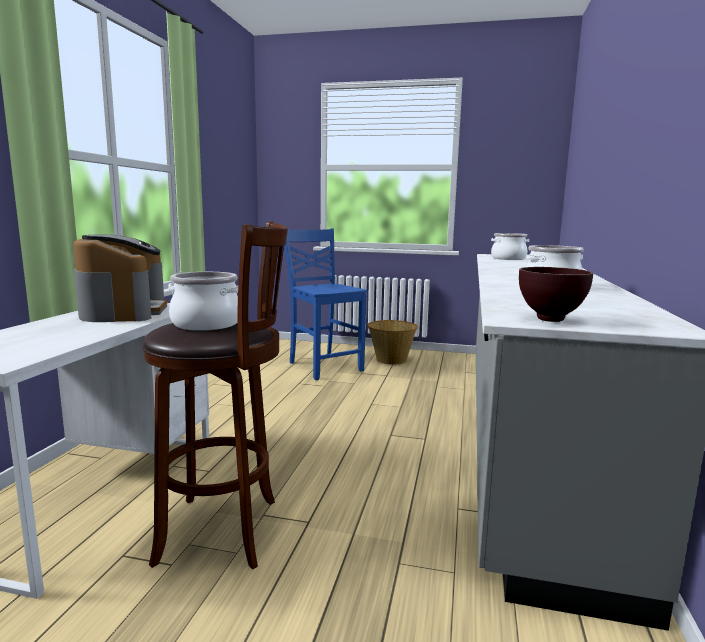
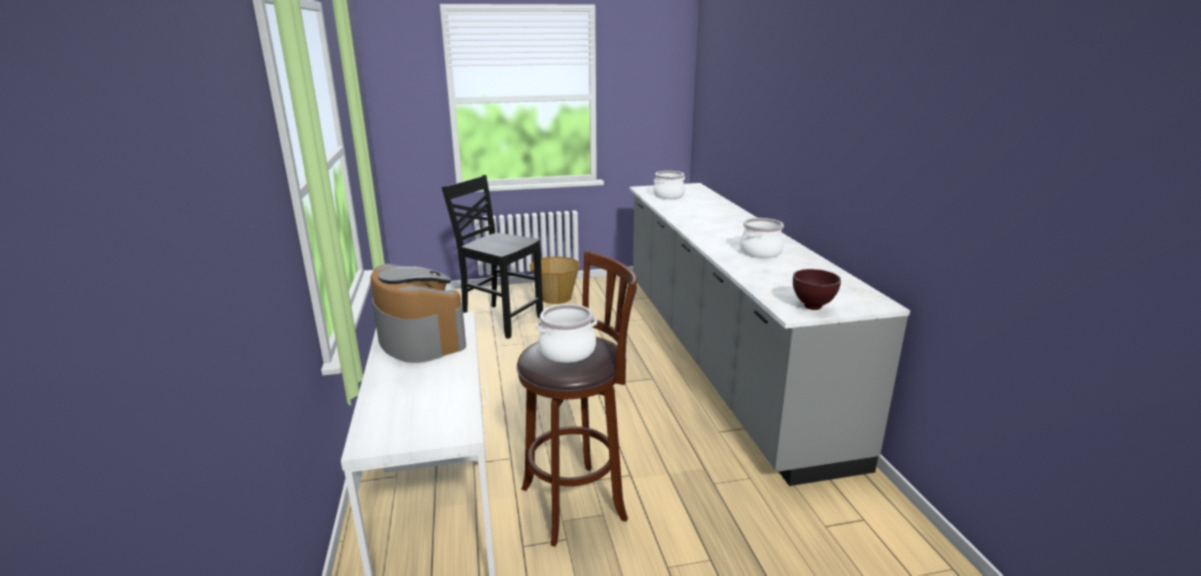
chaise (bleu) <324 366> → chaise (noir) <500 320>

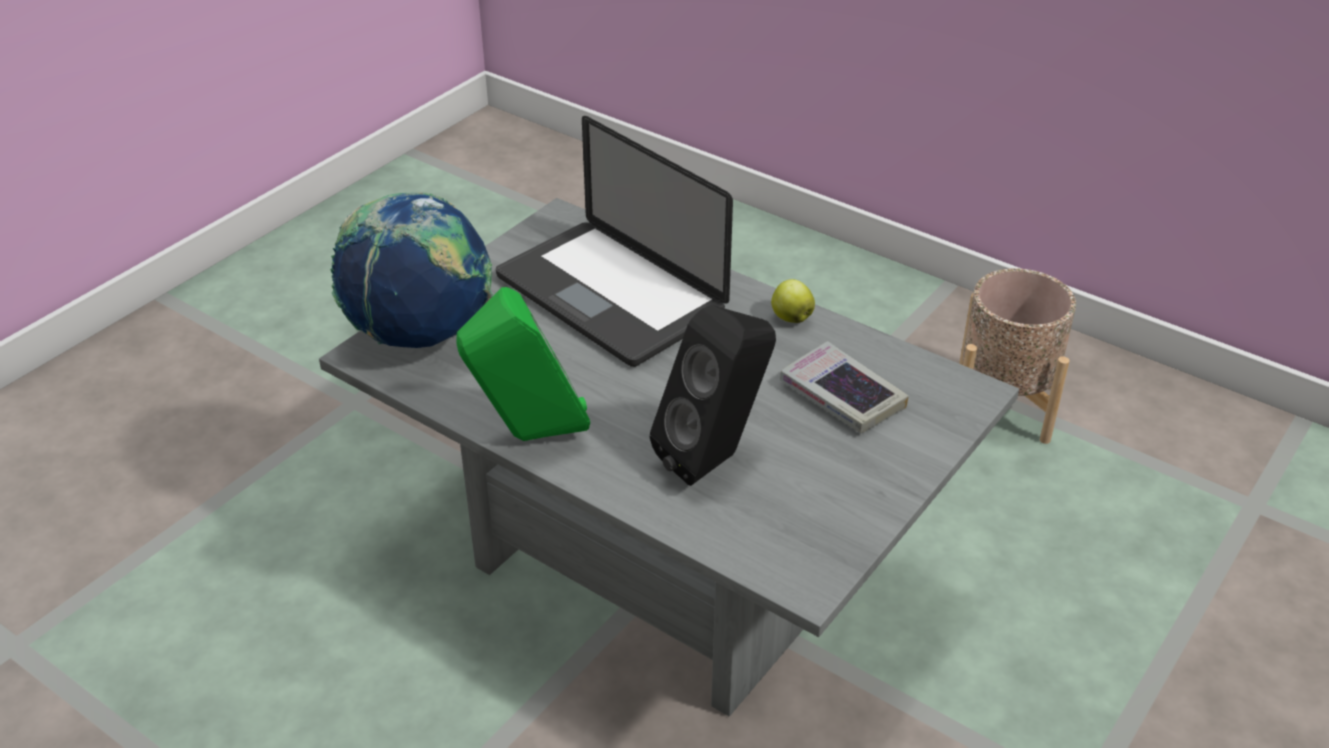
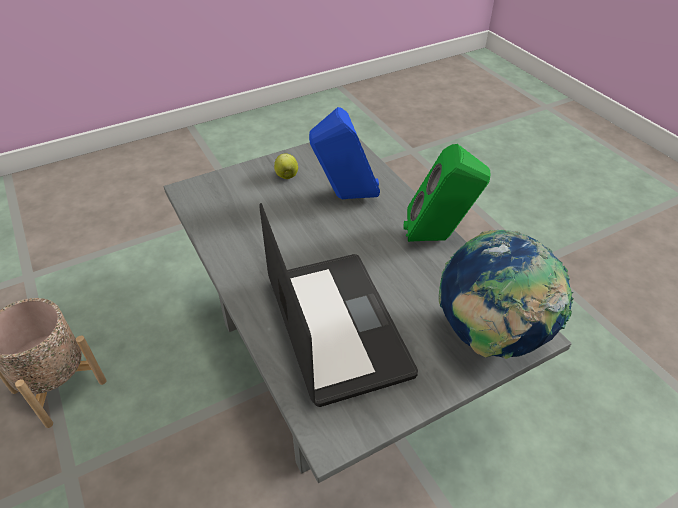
livre <842 396> → -
pomme <791 317> → pomme <286 176>, shifted
enceinte (noir) <715 458> → enceinte (bleu) <344 197>

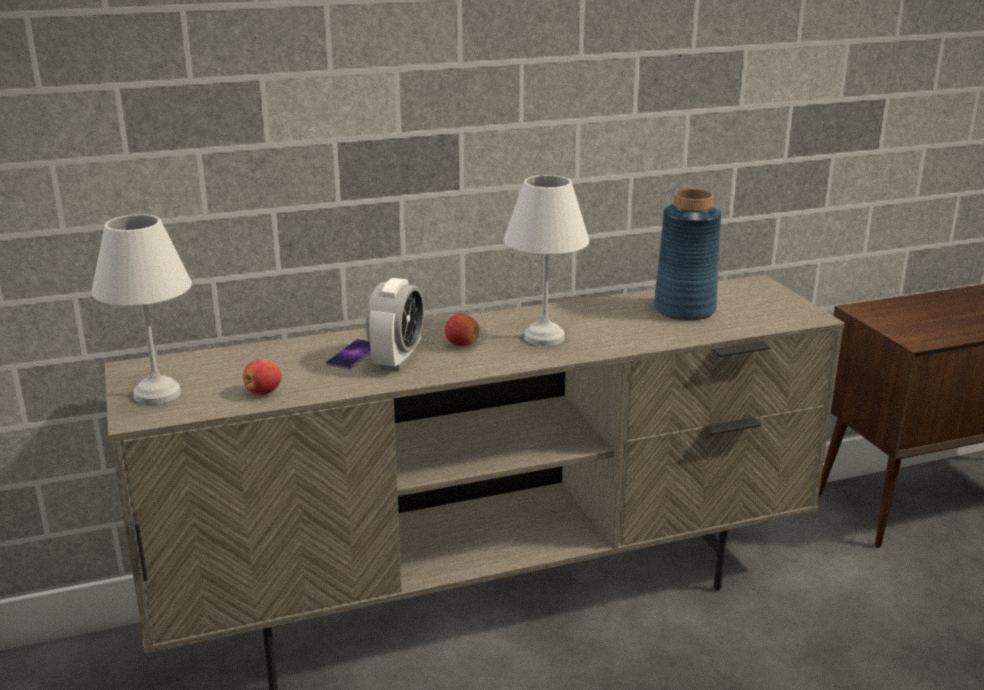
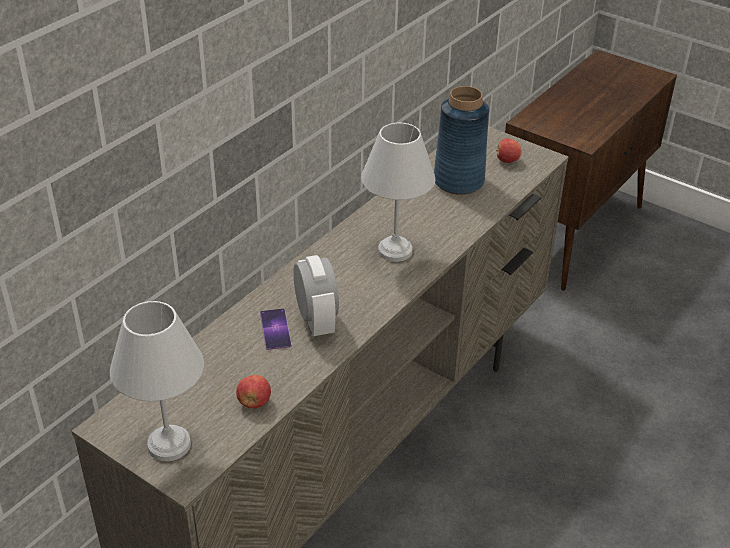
pomme <462 344> → pomme <507 160>, shifted

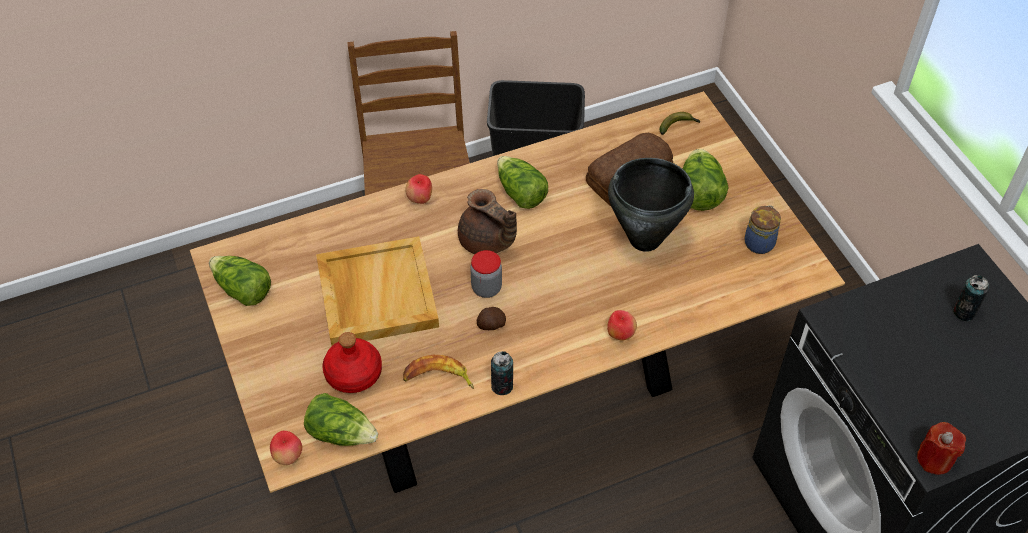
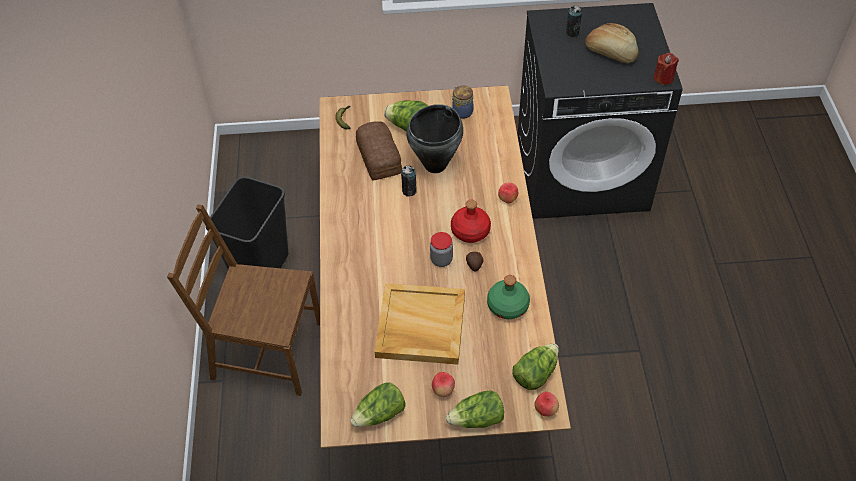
théière (marron) <486 242> → -
- → pain <610 53>
bouteille (rouge) <353 373> → bouteille (rouge) <470 231>, shifted
pomme <420 199> → pomme <443 391>, shifted
boîte métallique <502 386> → boîte métallique <409 191>, shifted
laitue <520 193> → laitue <477 419>, shifted
banane <438 378> → bouteille (vert) <508 306>

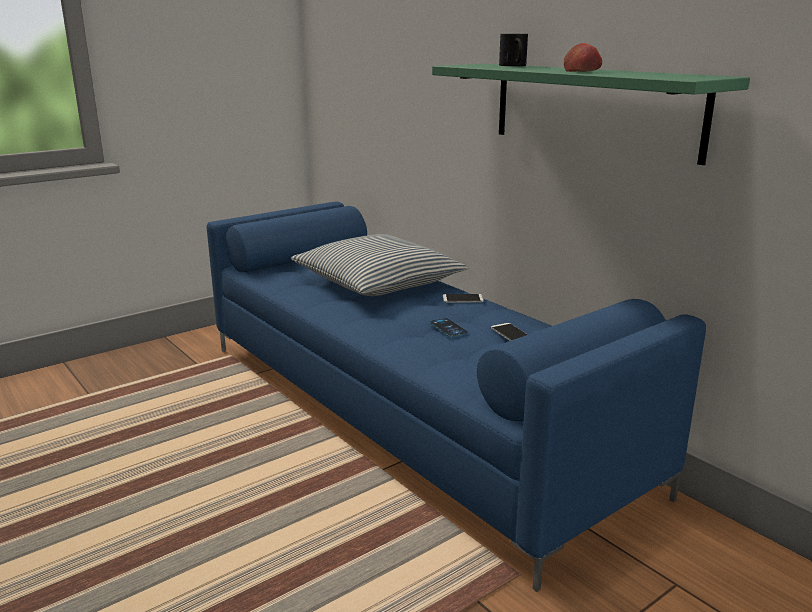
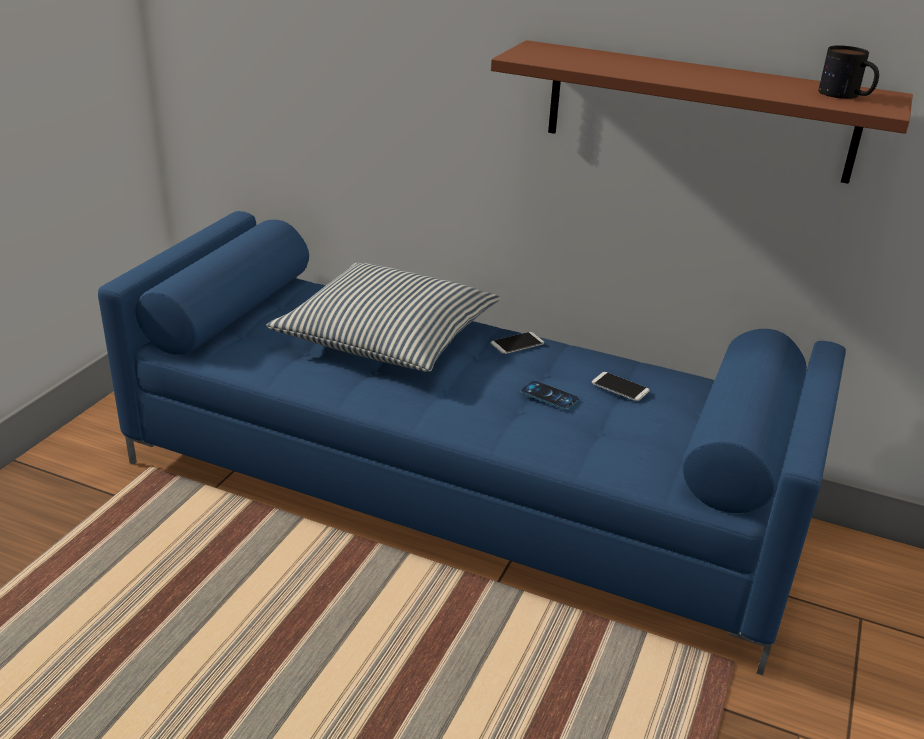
pomme <582 71> → -
mug <514 65> → mug <846 95>, shifted
étagère (vert) <593 109> → étagère (marron) <699 111>

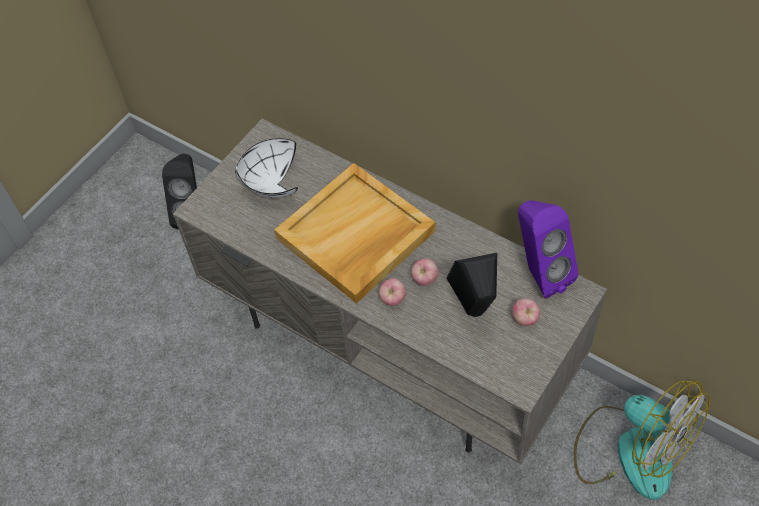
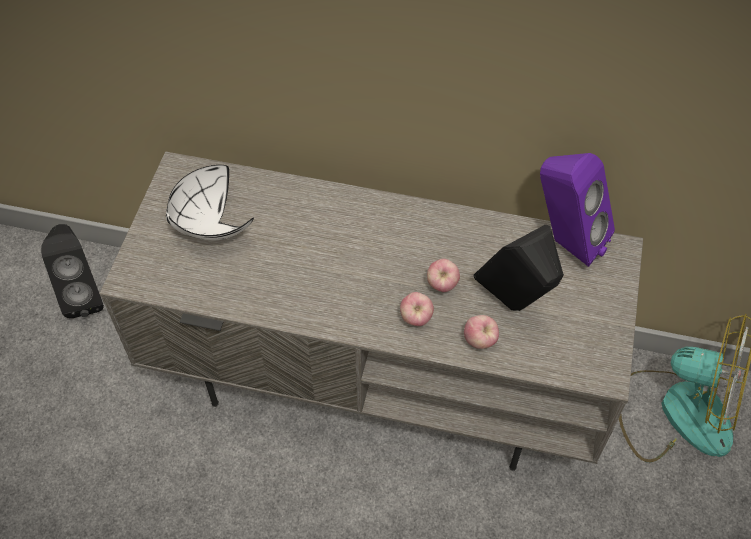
plateau (beige) <355 236> → -
pomme <524 319> → pomme <479 340>, shifted

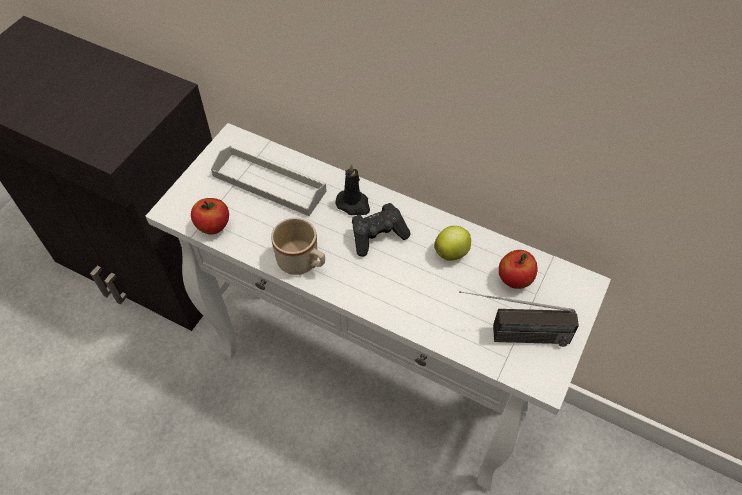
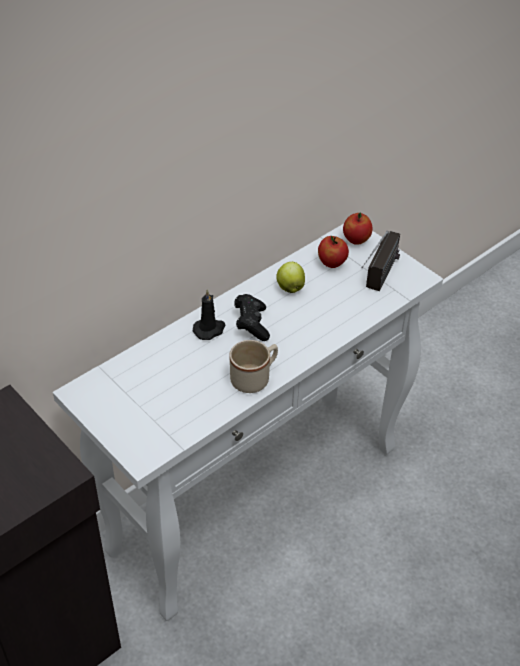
plateau (gris) <269 183> → -
pomme <213 226> → pomme <356 240>, shifted

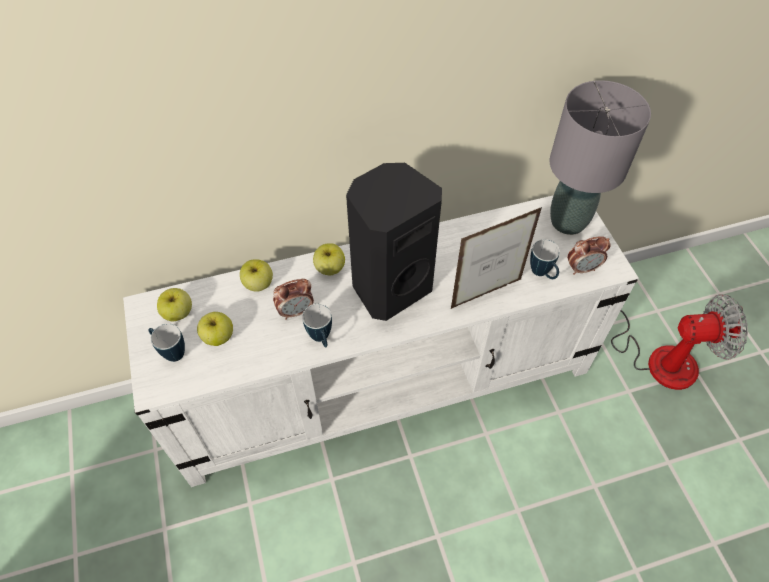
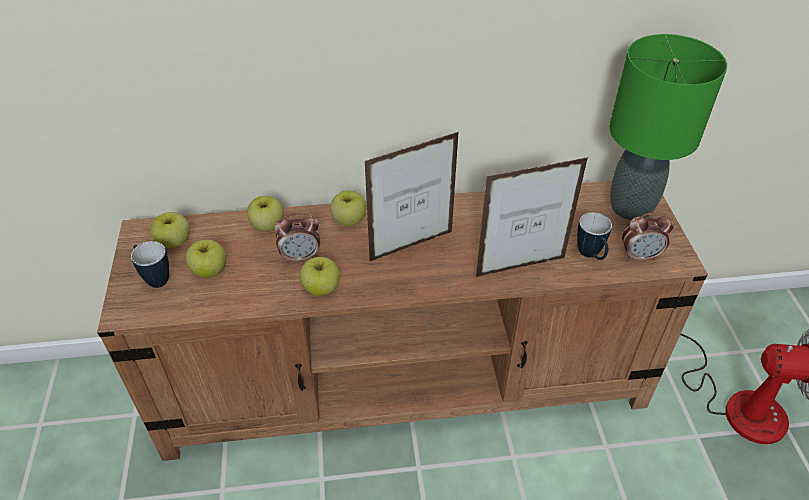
mug <321 339> → pomme <321 288>
enceinte (noir) <390 286> → cadre photo <411 246>
meuble télé (blanc) <385 381> → meuble télé (marron) <406 381>
lampe de table (gris) <567 221> → lampe de table (vert) <630 207>

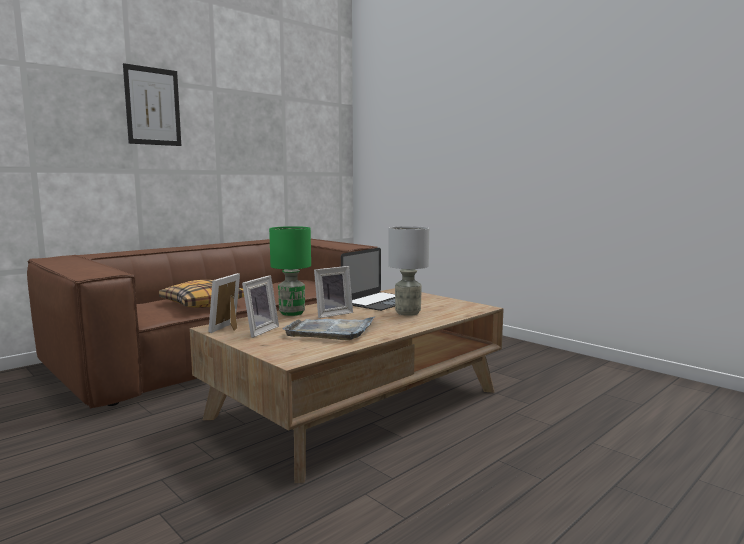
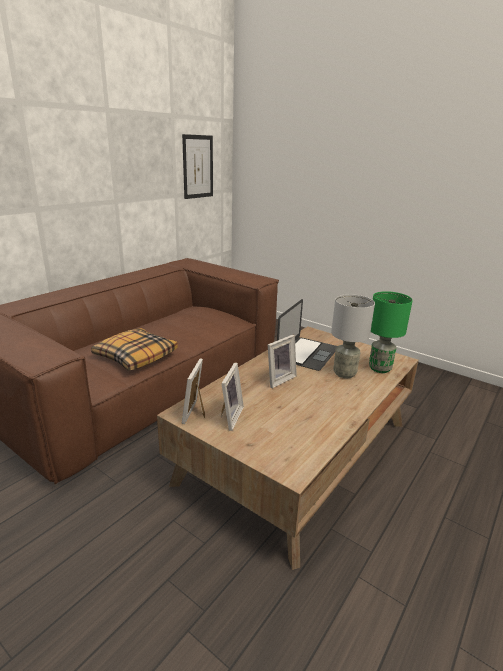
plateau (gris) <331 331> → -
tableau <153 106> → tableau <198 167>, shifted
lampe de table (vert) <292 313> → lampe de table (vert) <379 368>, shifted

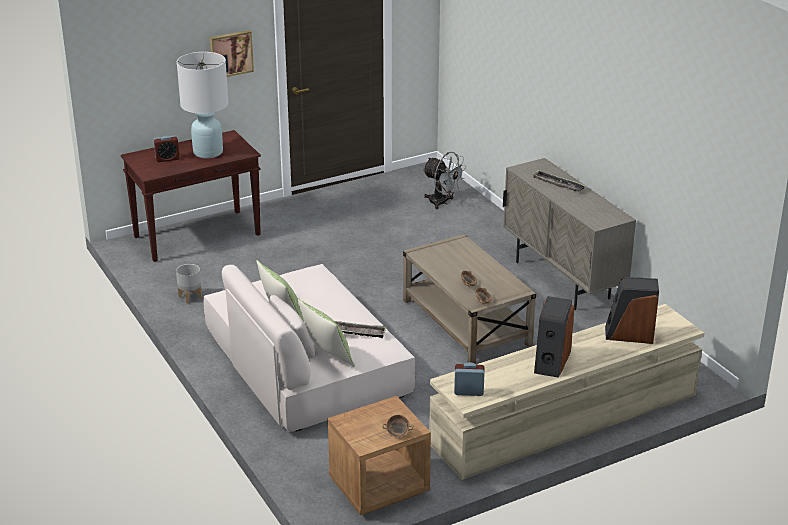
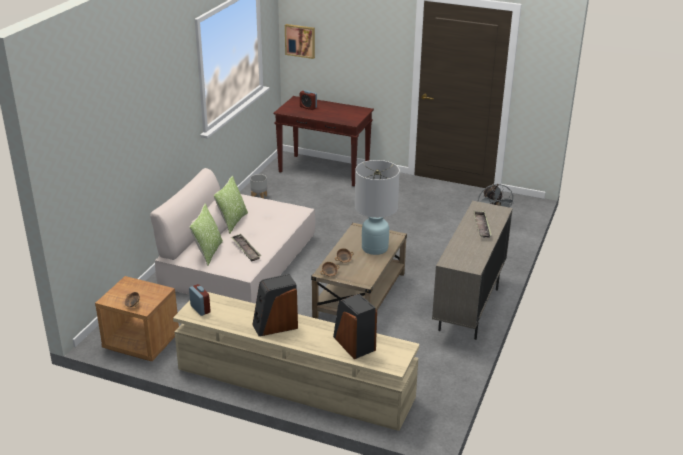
lampe de table (blanc) <208 152> → lampe de table (blanc) <374 248>, shifted
tableau <231 53> → tableau <300 40>, shifted

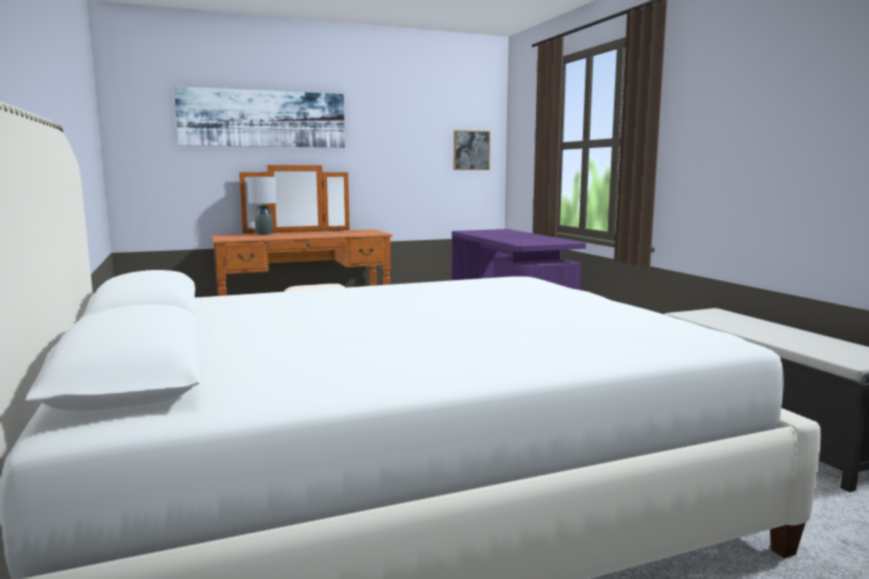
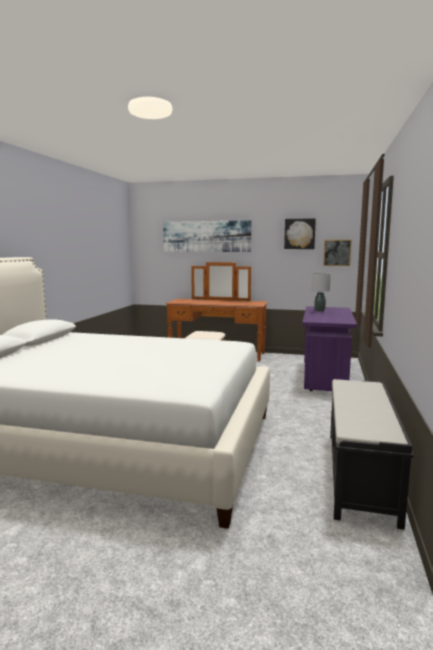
- → tableau <299 234>
lampe de table (gris) <264 234> → lampe de table (gris) <319 311>, shifted

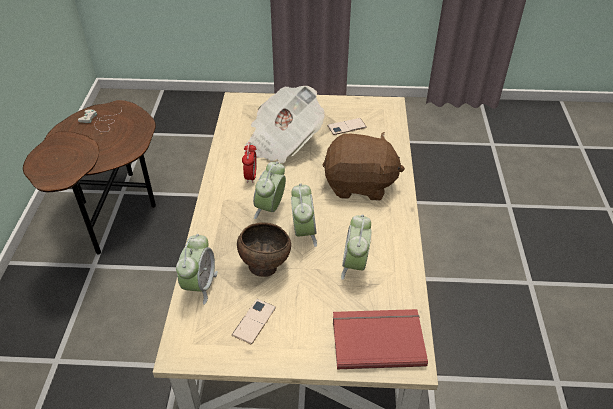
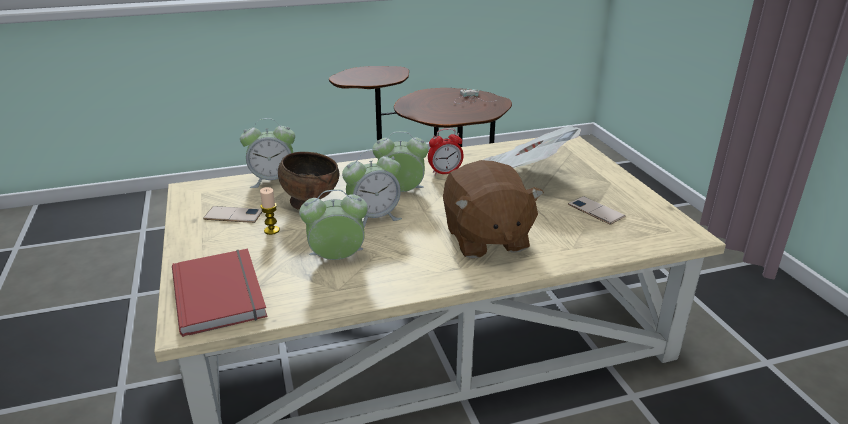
- → bougie <271 230>

